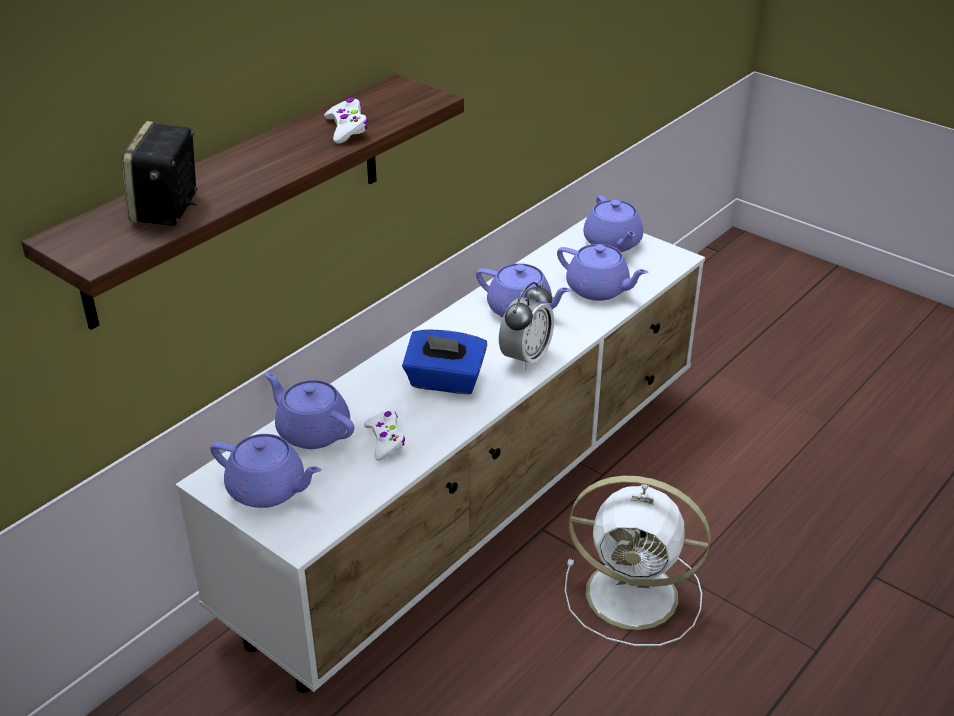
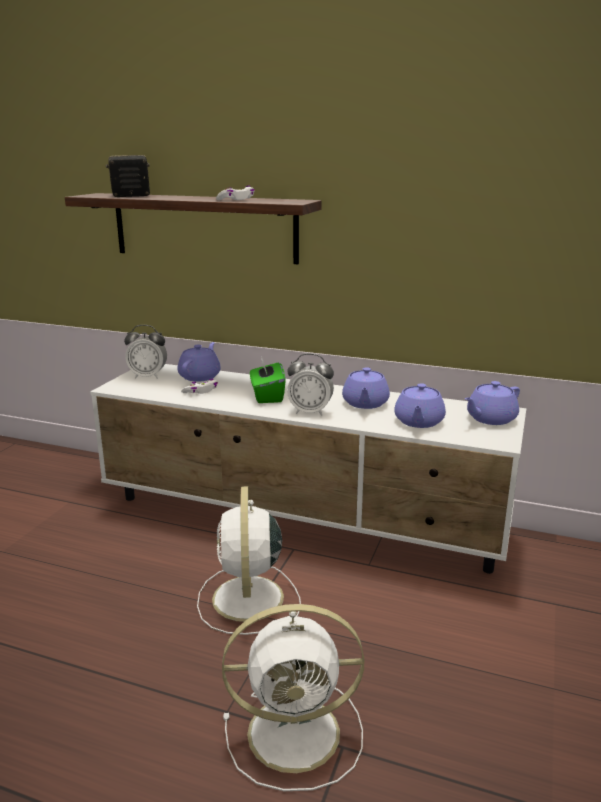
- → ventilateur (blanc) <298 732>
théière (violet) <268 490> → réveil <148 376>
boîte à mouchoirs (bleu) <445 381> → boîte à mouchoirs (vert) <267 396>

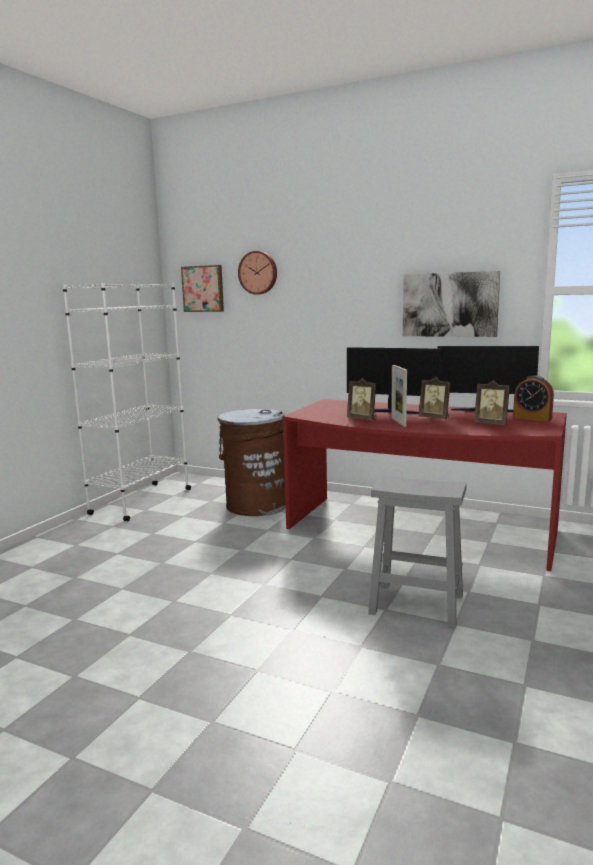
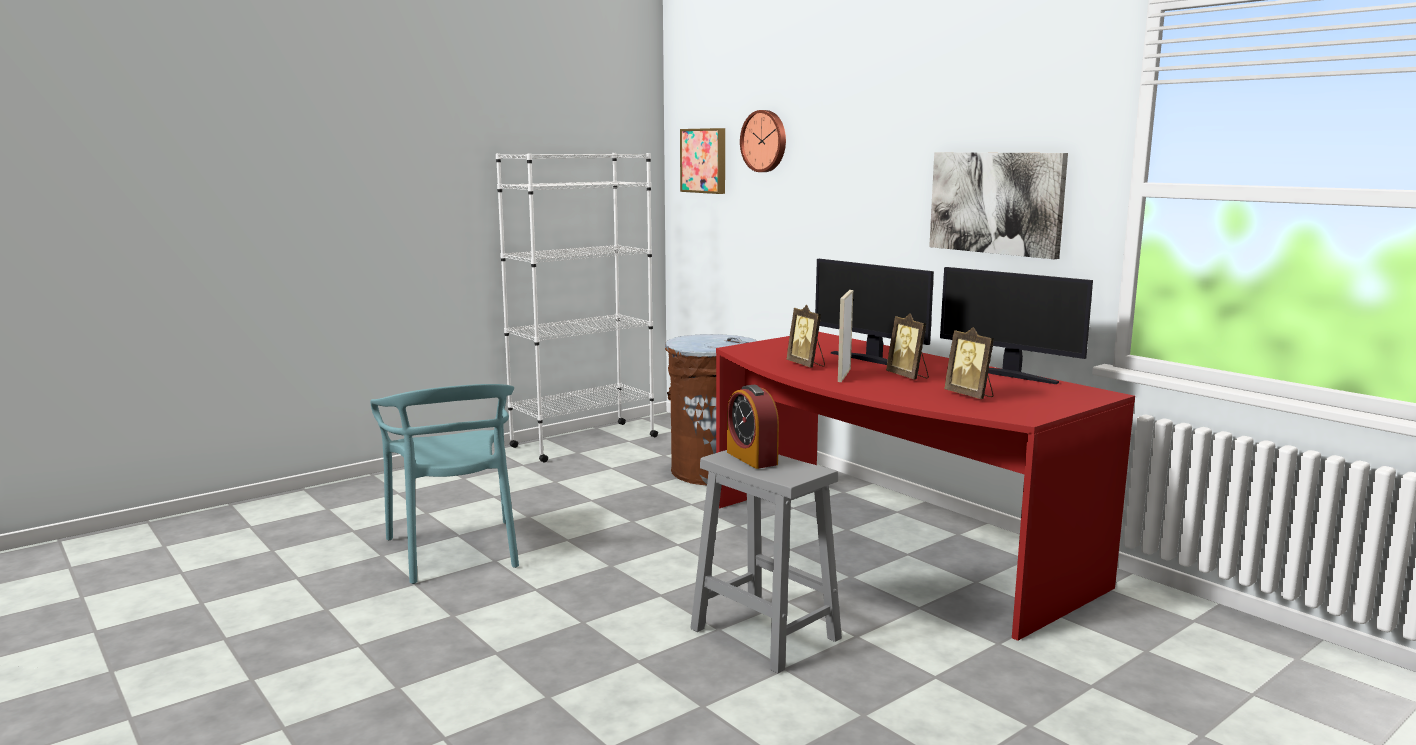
- → chaise (turquoise) <456 550>
réveil <532 418> → réveil <751 458>, shifted

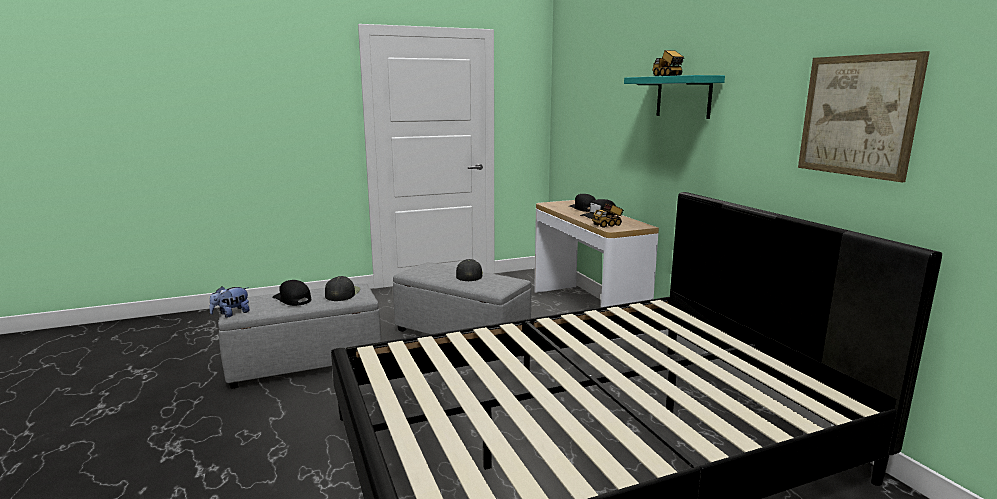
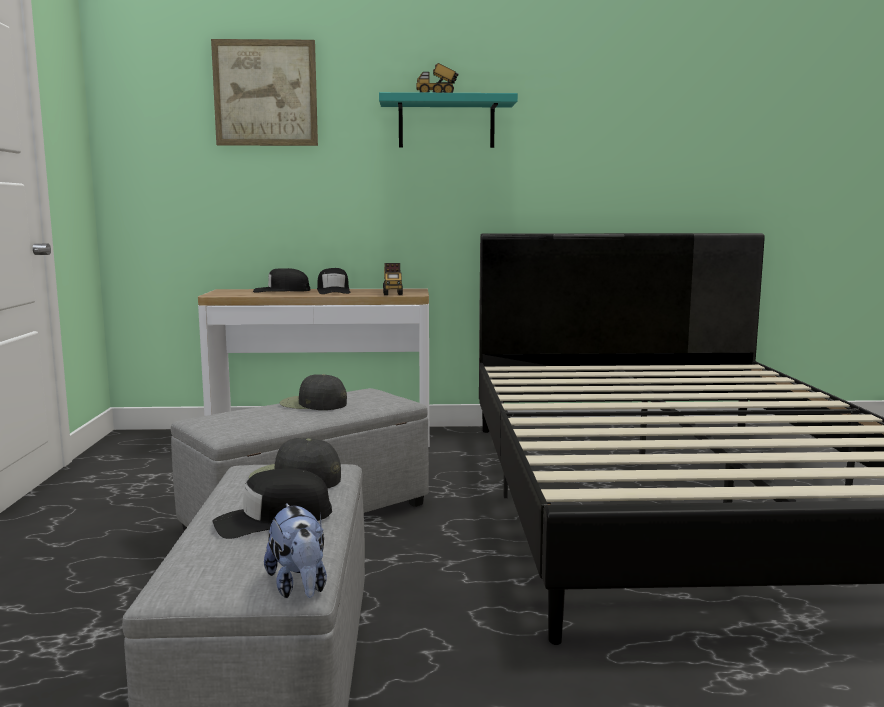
tableau <857 116> → tableau <265 93>, shifted

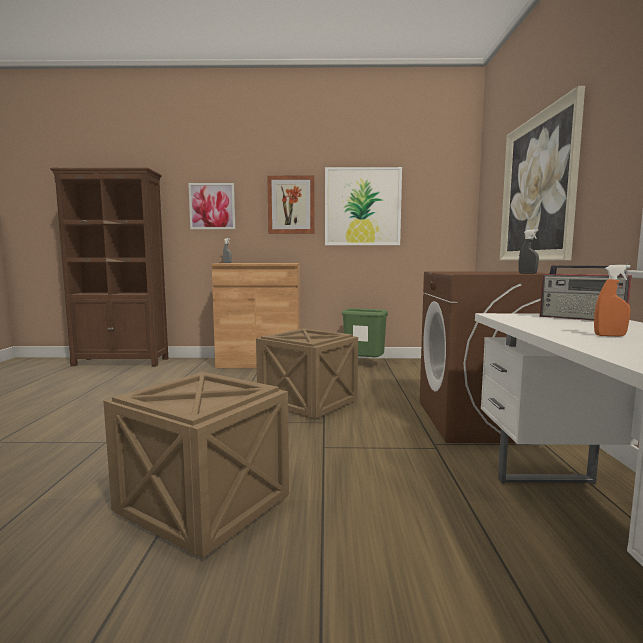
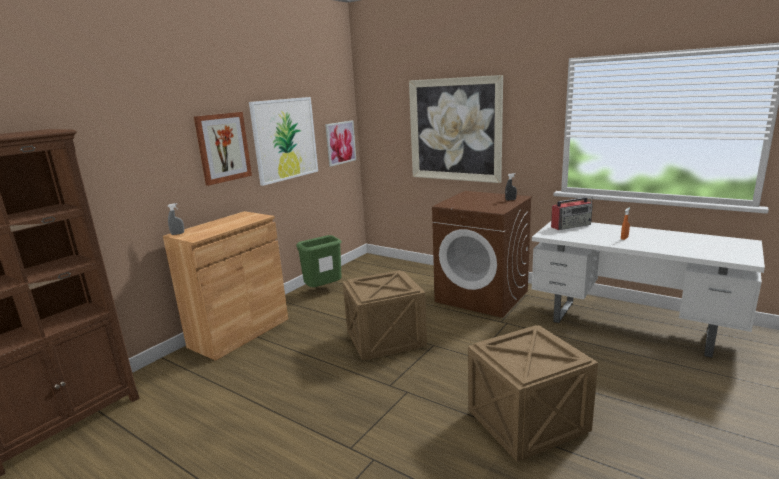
tableau <212 206> → tableau <340 143>, shifted

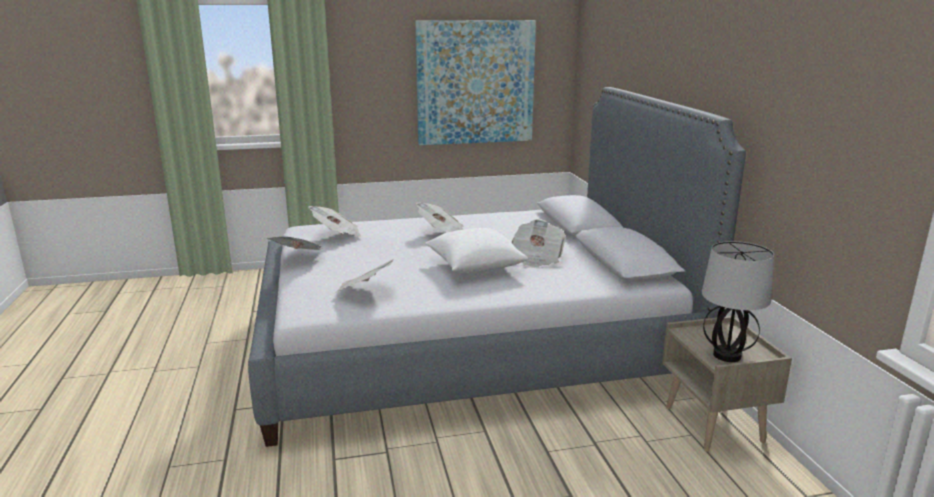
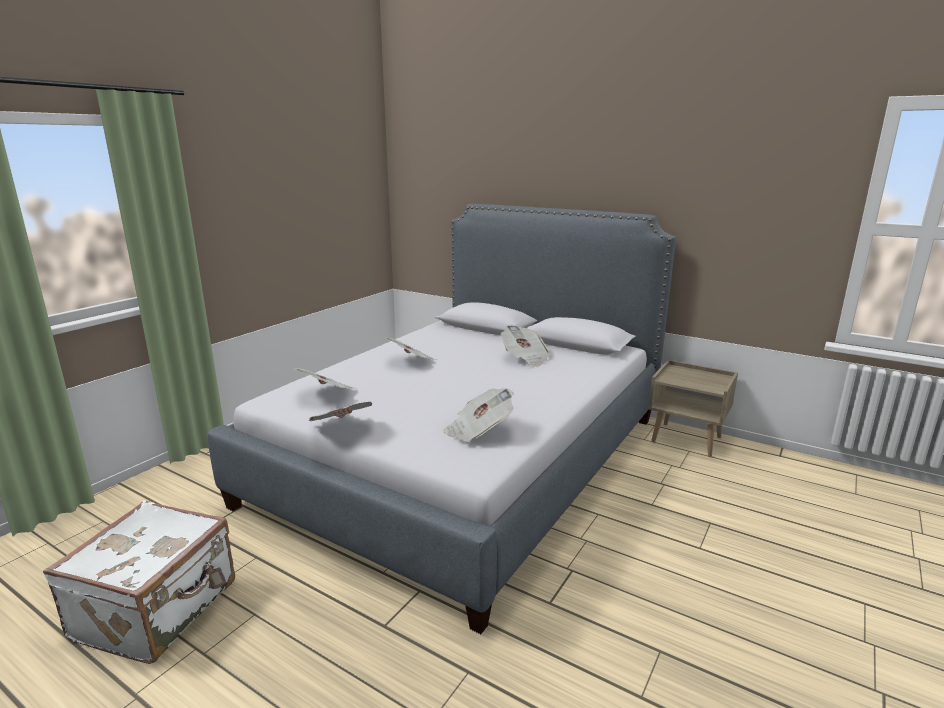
tableau <475 83> → -
coussin (blanc) <475 267> → -
lampe de table <726 355> → -
- → valise (blanc) <159 610>

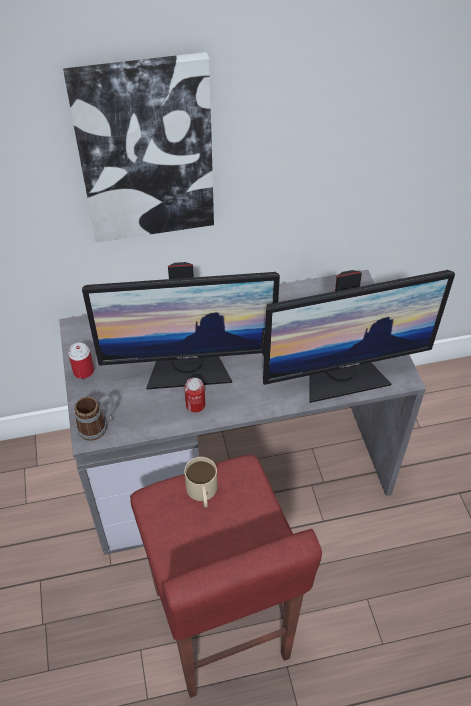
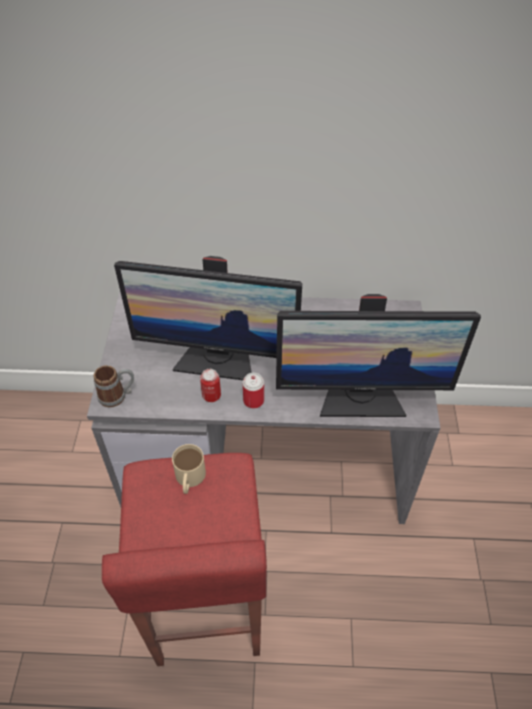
tableau <145 151> → -
boîte métallique <83 371> → boîte métallique <253 400>, shifted

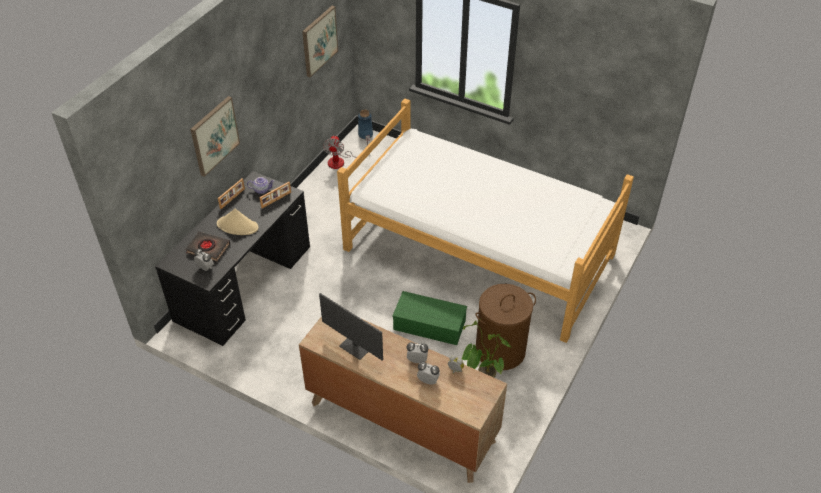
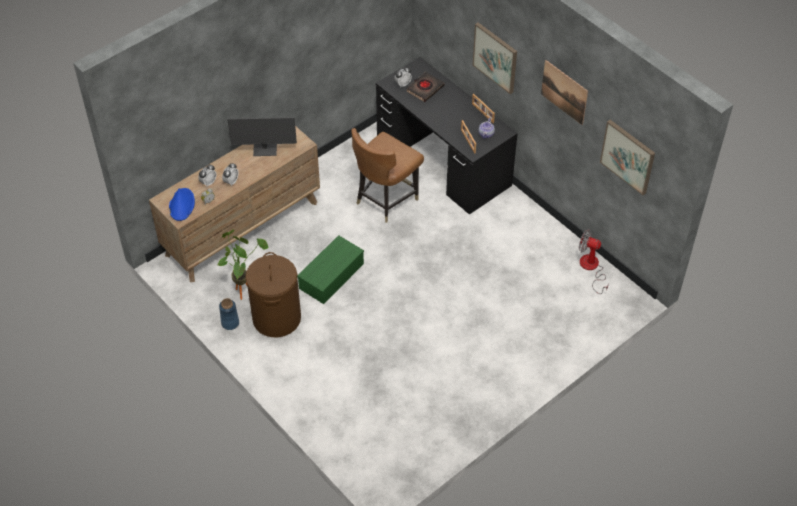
chapeau (beige) <238 226> → -
lit <478 253> → -
- → chapeau (bleu) <182 205>
- → chaise (marron) <385 199>
- → tableau <564 92>
vase (bleu) <365 135> → vase (bleu) <230 323>, shifted
écran d'ordinateur <356 347> → écran d'ordinateur <265 149>, 150 degrees counterclockwise

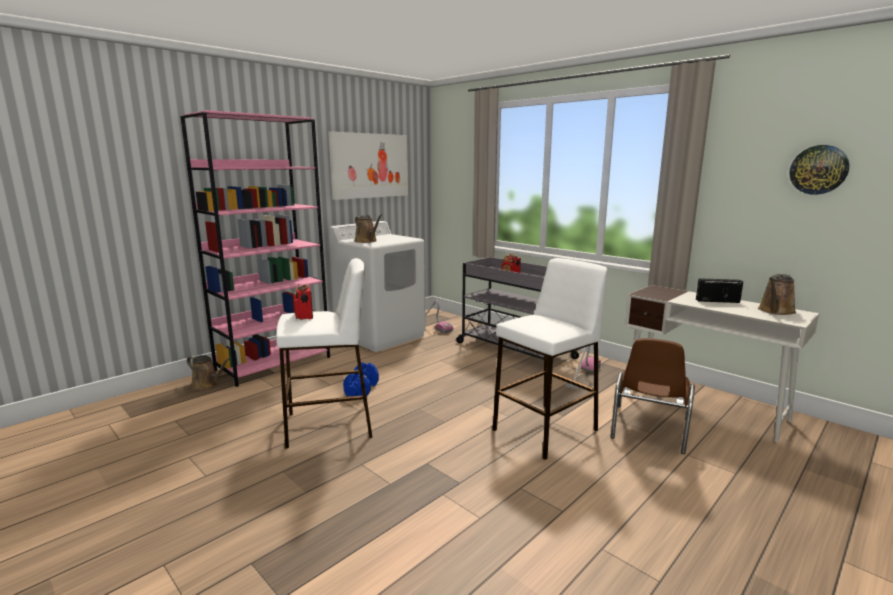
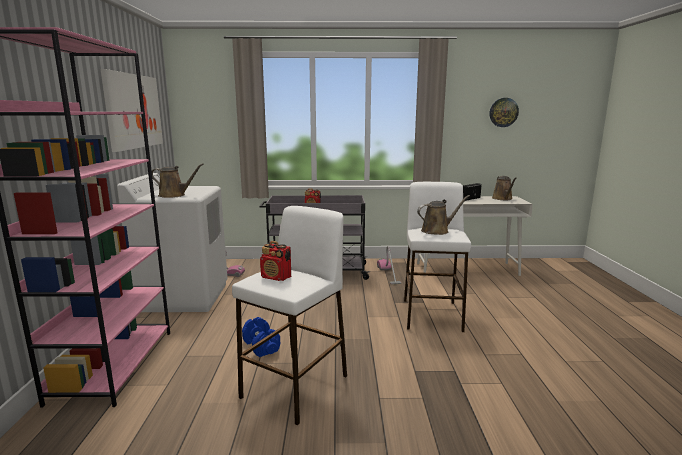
chaise (marron) <649 429> → -
arrosoir (marron) <207 384> → arrosoir (marron) <437 231>, shifted

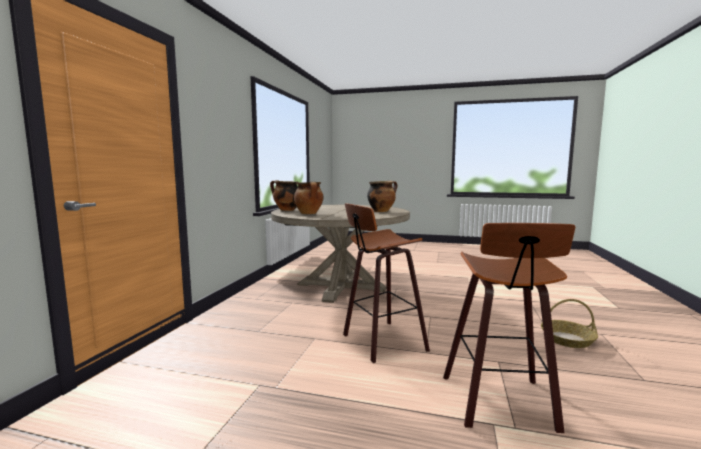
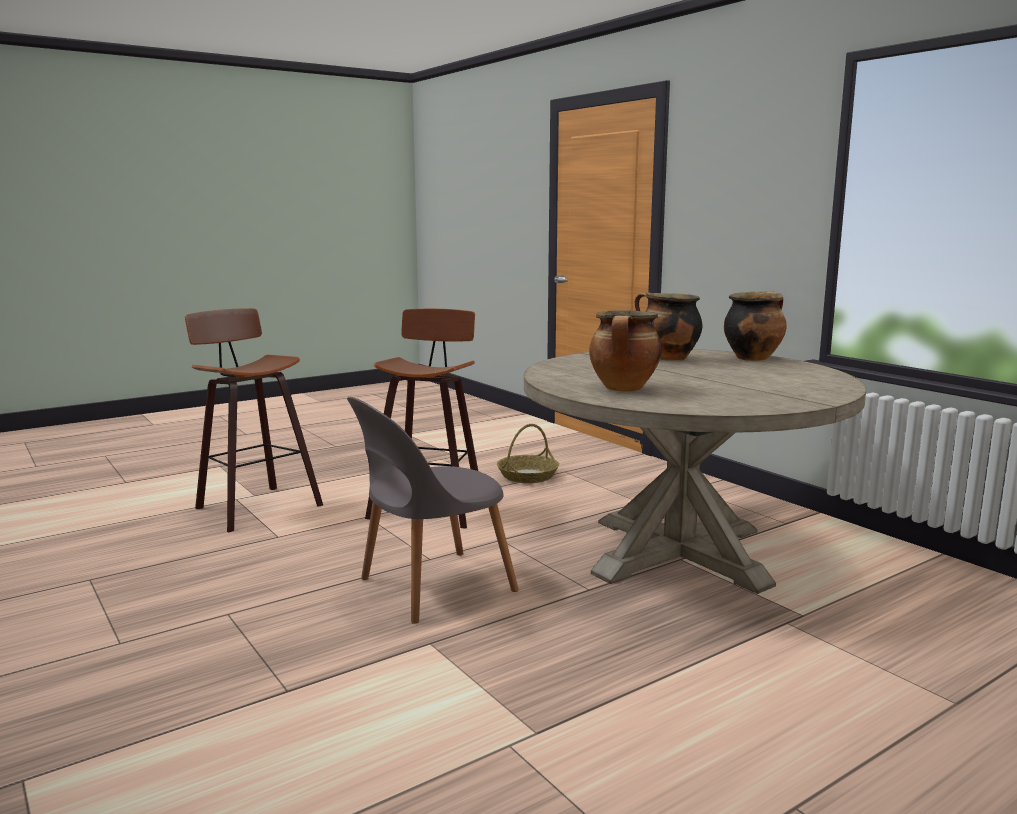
- → chaise (gris) <431 587>
panier <567 339> → panier <528 476>, shifted

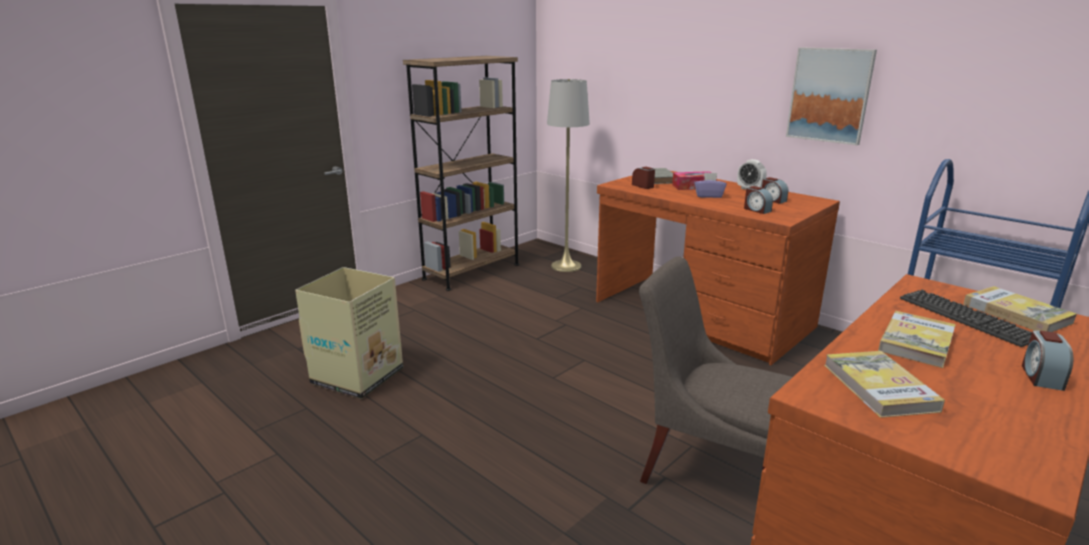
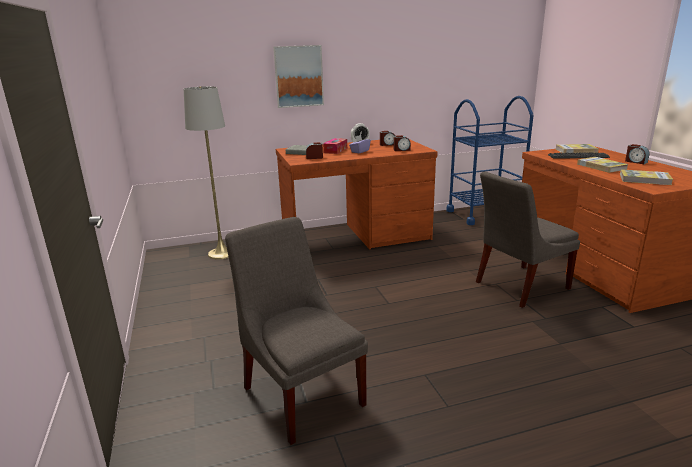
bibliothèque (marron) <471 271> → -
tableau <829 95> → tableau <298 76>, shifted
carton <359 376> → chaise (gris) <301 392>

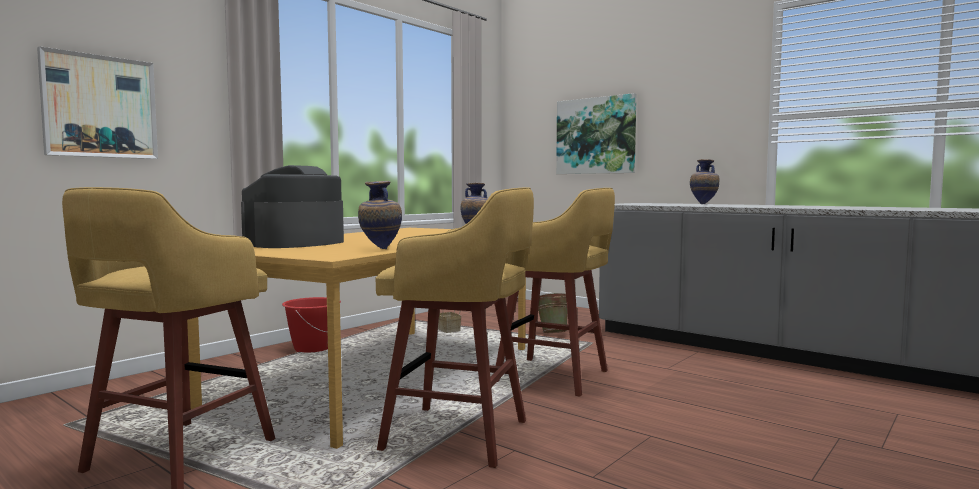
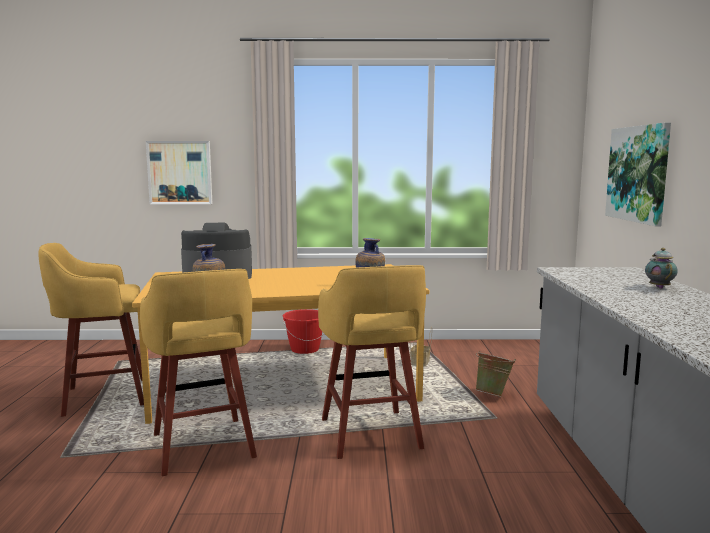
vase <704 204> → théière <659 287>

